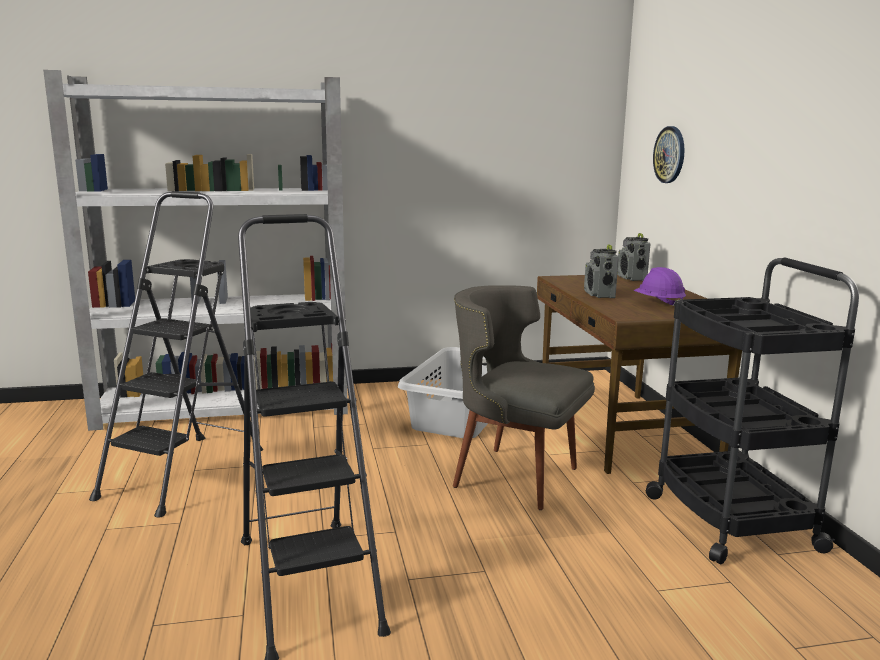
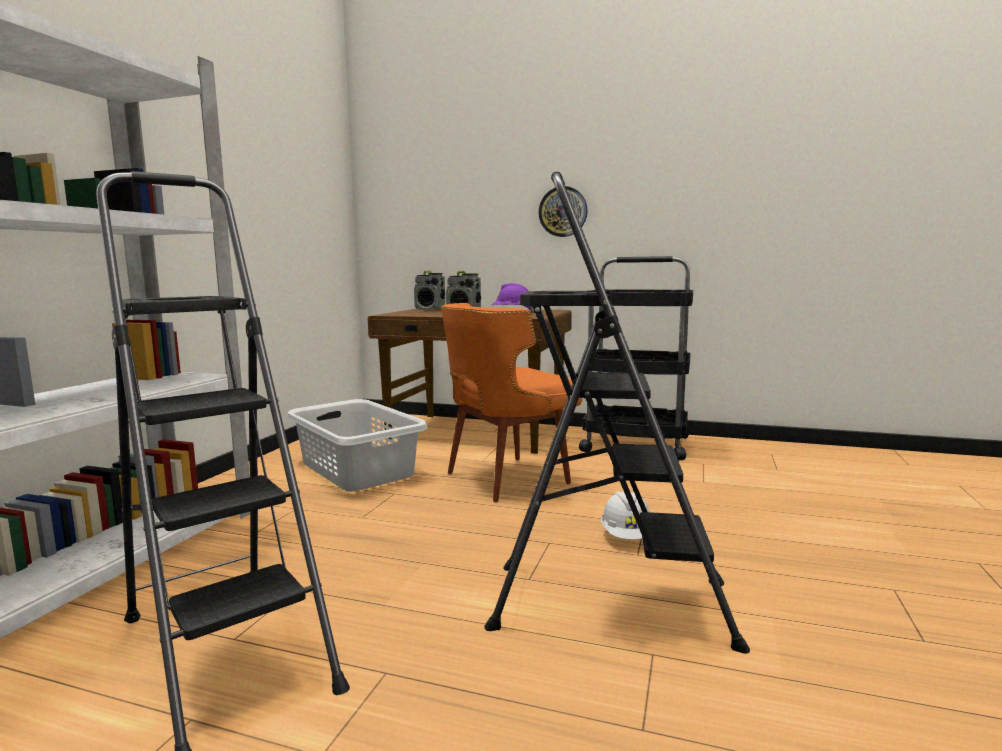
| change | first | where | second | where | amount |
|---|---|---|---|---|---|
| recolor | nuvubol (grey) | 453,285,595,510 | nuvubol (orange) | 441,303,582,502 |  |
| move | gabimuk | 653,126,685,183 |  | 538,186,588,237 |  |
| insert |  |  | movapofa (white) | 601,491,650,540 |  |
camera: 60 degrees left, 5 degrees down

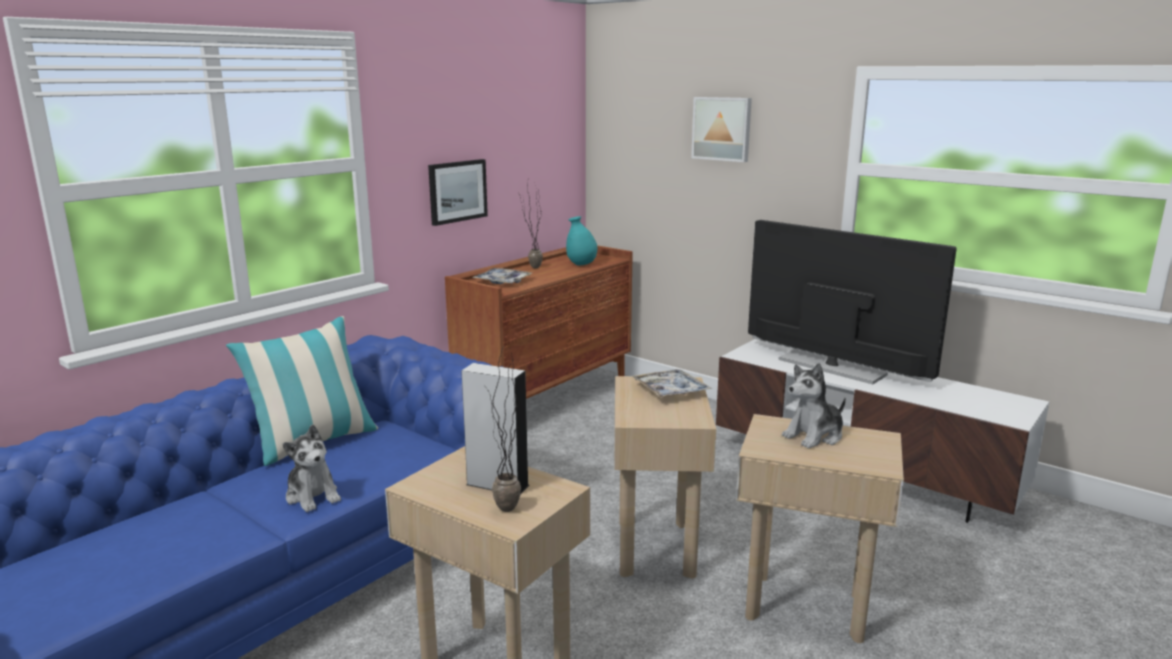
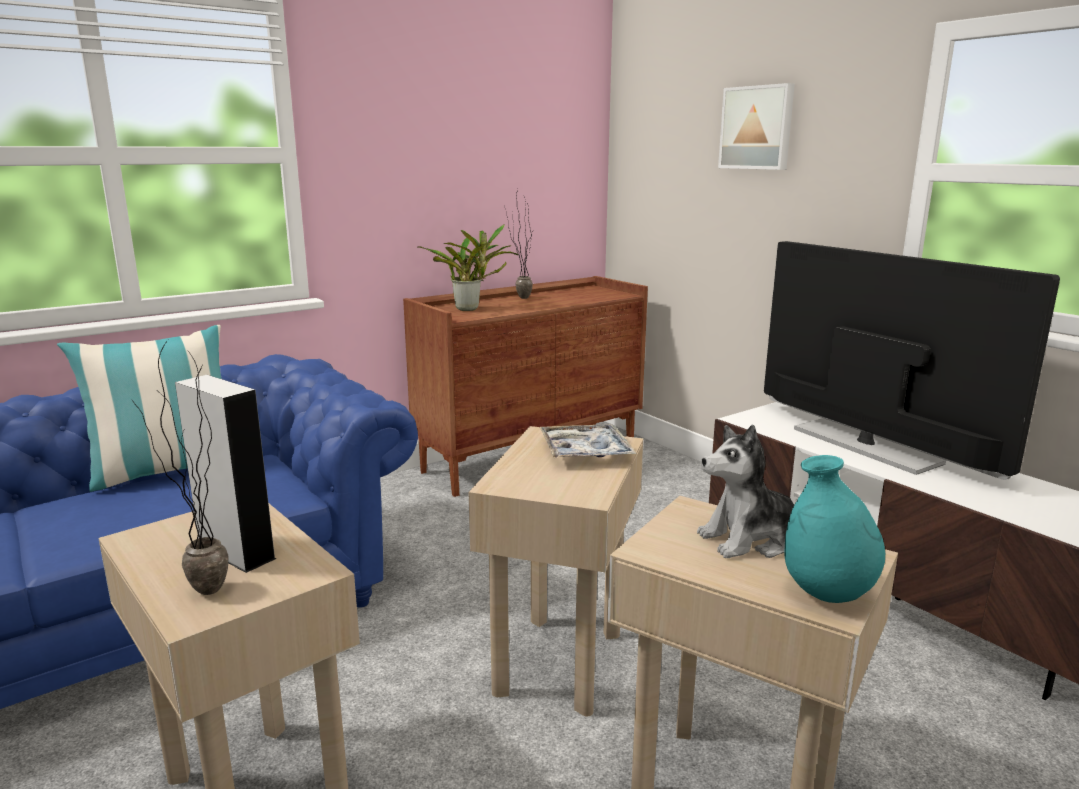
| change | first | where | second | where | amount |
|---|---|---|---|---|---|
| delete | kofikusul | 283,424,341,512 |  |  |  |
| delete | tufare | 428,159,488,226 |  |  |  |
| replace | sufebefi | 472,268,532,284 | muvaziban | 418,224,518,311 |  |
| move | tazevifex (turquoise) | 566,216,597,266 |  | 784,455,885,603 |  |
camera: 15 degrees right, 0 degrees up

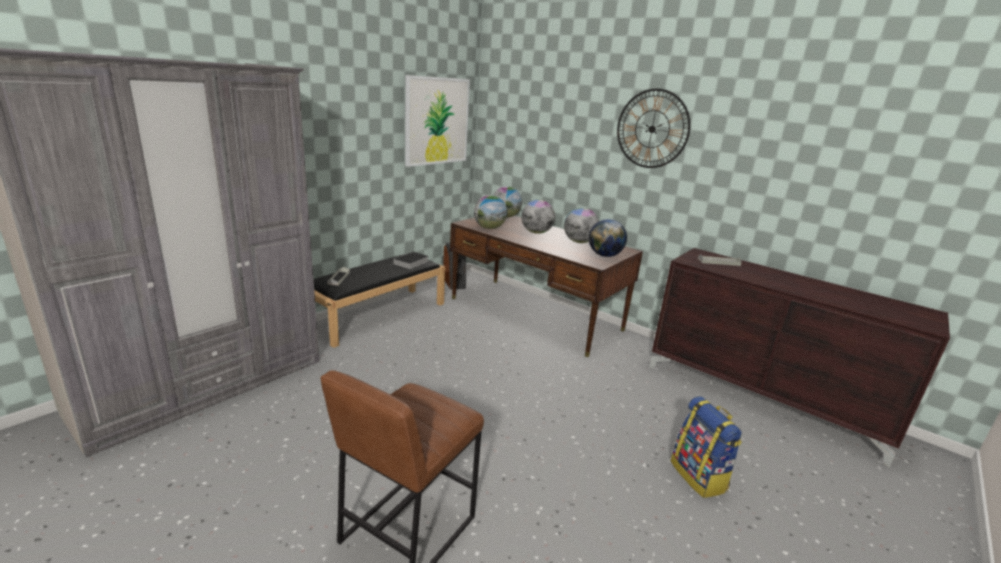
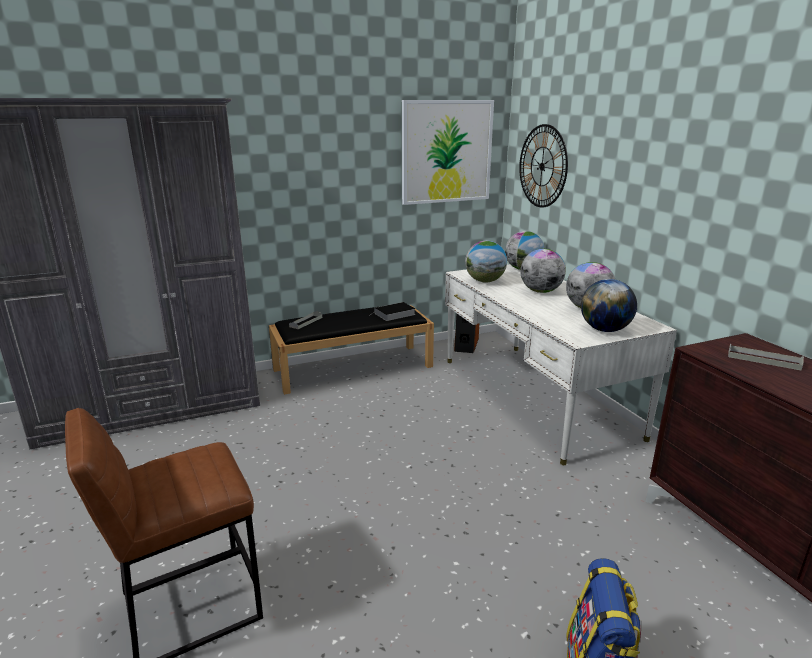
| change | first | where | second | where | amount |
|---|---|---|---|---|---|
| recolor | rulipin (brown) | 450,216,643,357 | rulipin (white) | 445,264,677,465 |  |
| move | gabimuk | 617,89,691,168 |  | 519,124,568,208 |  |
camera: 30 degrees right, 0 degrees up

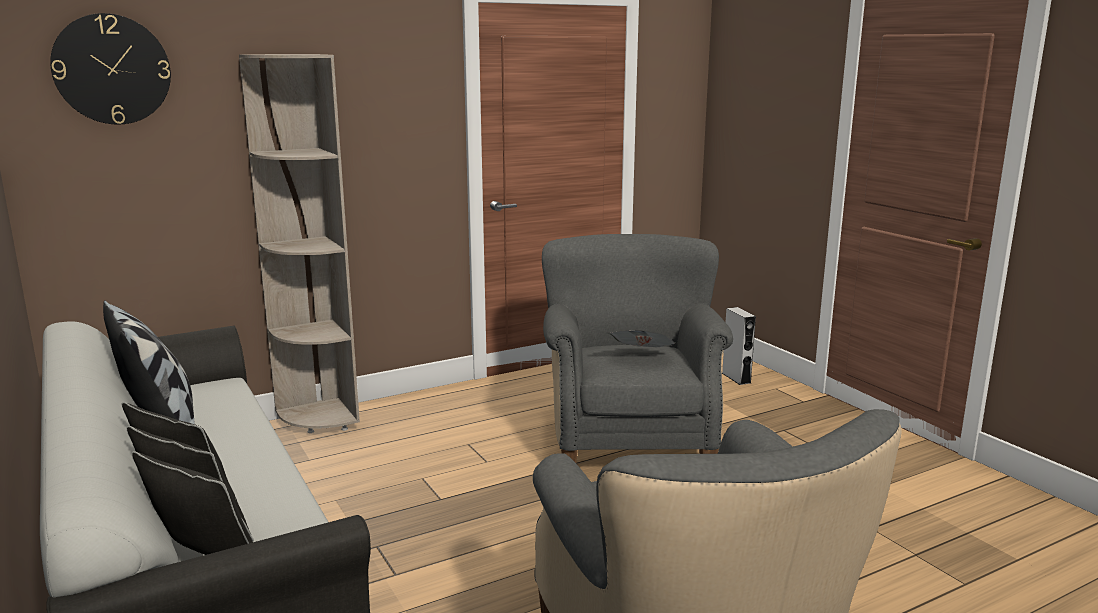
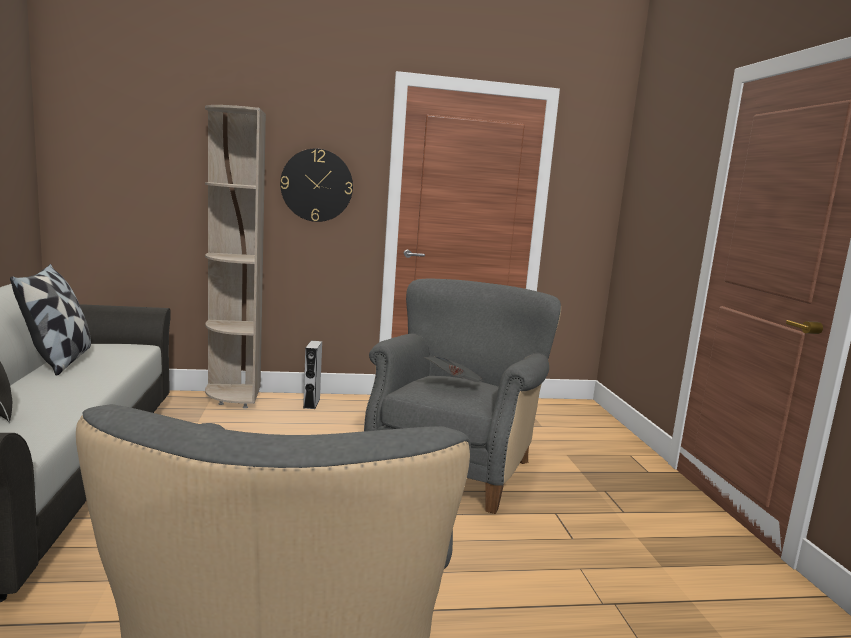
| change | first | where | second | where | amount |
|---|---|---|---|---|---|
| move | gabimuk | 50,13,171,124 |  | 280,149,353,222 |  |
| move | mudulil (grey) | 722,307,756,385 |  | 303,341,322,409 |  |
camera: 20 degrees right, 5 degrees down

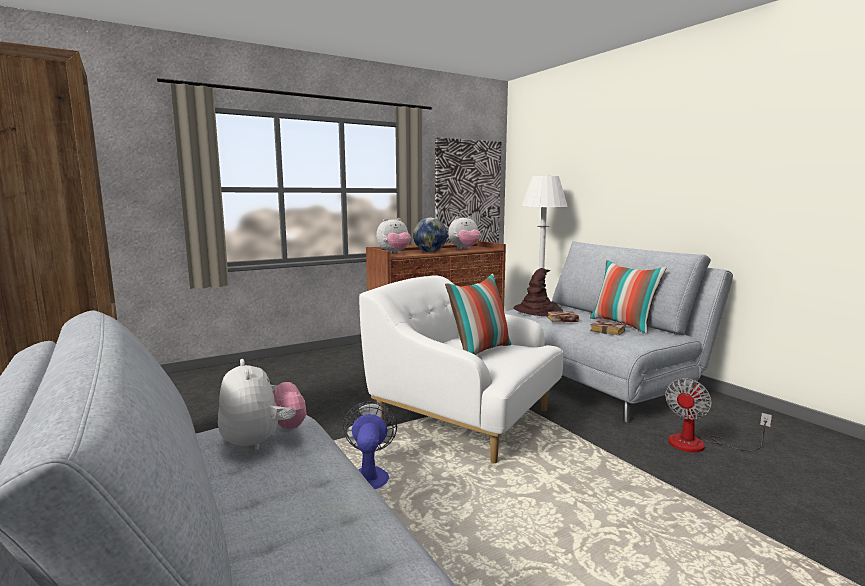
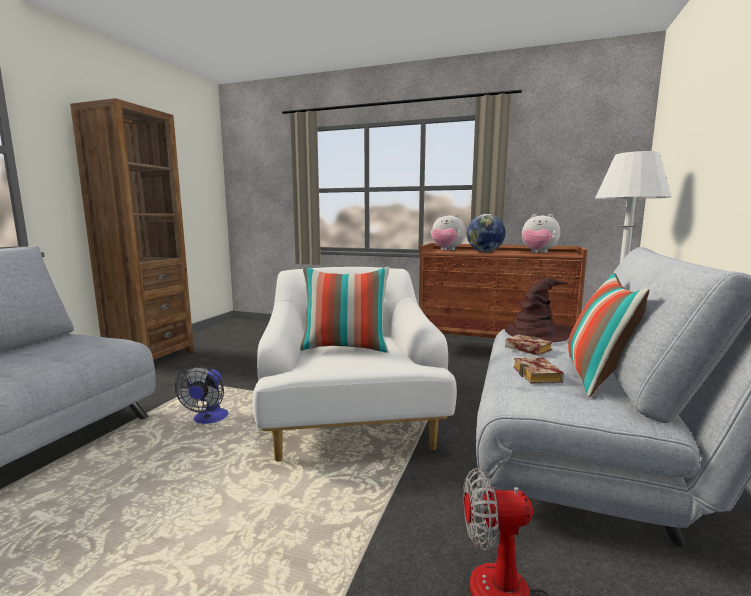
| change | first | where | second | where | amount |
|---|---|---|---|---|---|
| delete | kofikusul | 218,359,307,452 |  |  |  |
| rotate | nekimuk | 343,401,397,489 |  | 175,366,228,424 | 135 degrees clockwise |
| delete | tufare | 435,137,501,243 |  |  |  |
camera: 50 degrees right, 0 degrees up

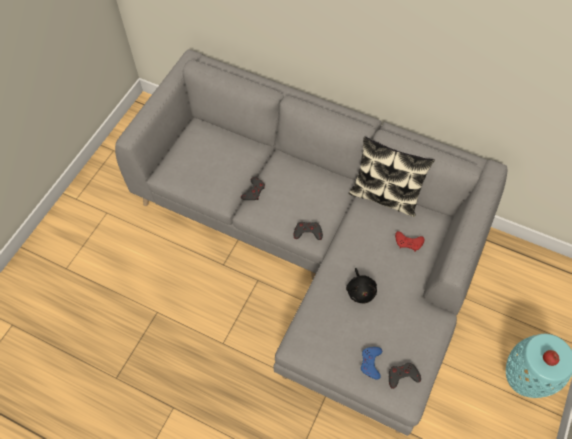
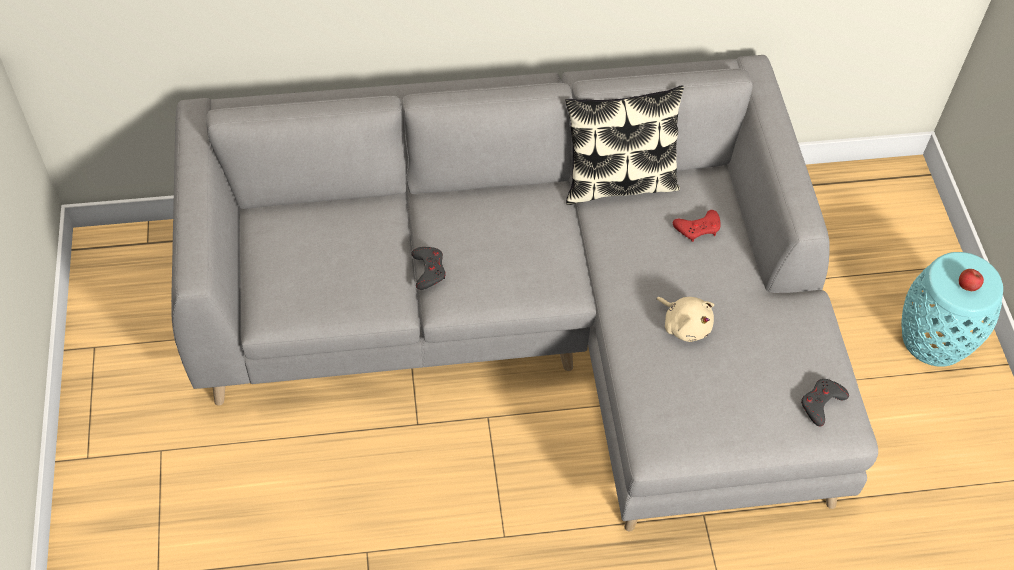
| change | first | where | second | where | amount |
|---|---|---|---|---|---|
| delete | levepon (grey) | 294,222,323,240 |  |  |  |
| recolor | kofikusul (black) | 346,268,377,304 | kofikusul (beige) | 656,297,714,342 |  |
| delete | levepon (blue) | 361,347,382,379 |  |  |  |
camera: 35 degrees left, 5 degrees down

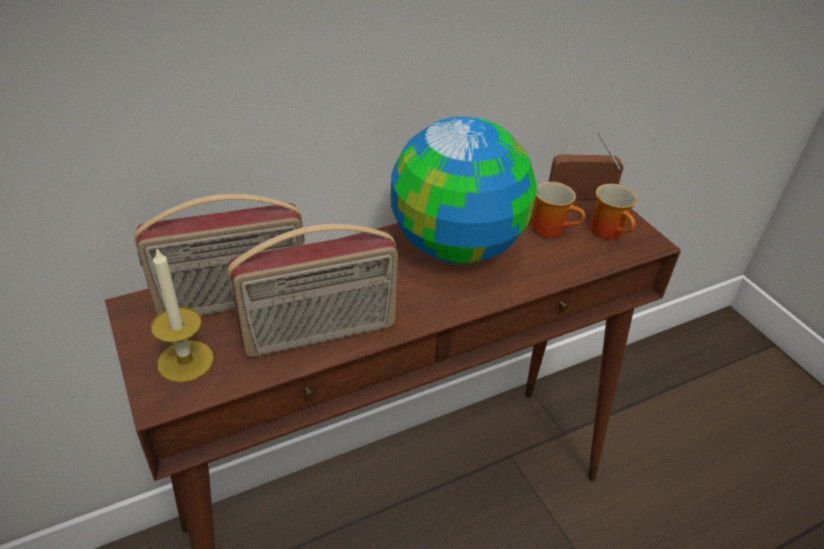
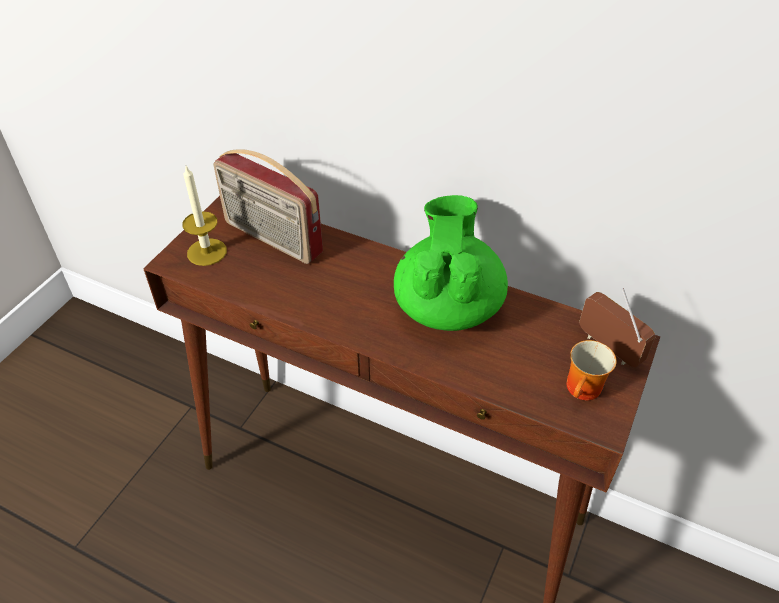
| change | first | where | second | where | amount |
|---|---|---|---|---|---|
| delete | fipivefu | 228,224,398,357 |  |  |  |
| replace | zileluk | 391,117,537,264 | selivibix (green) | 394,195,508,331 |  |
| delete | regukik | 531,182,585,238 |  |  |  |
camera: 55 degrees right, 5 degrees up

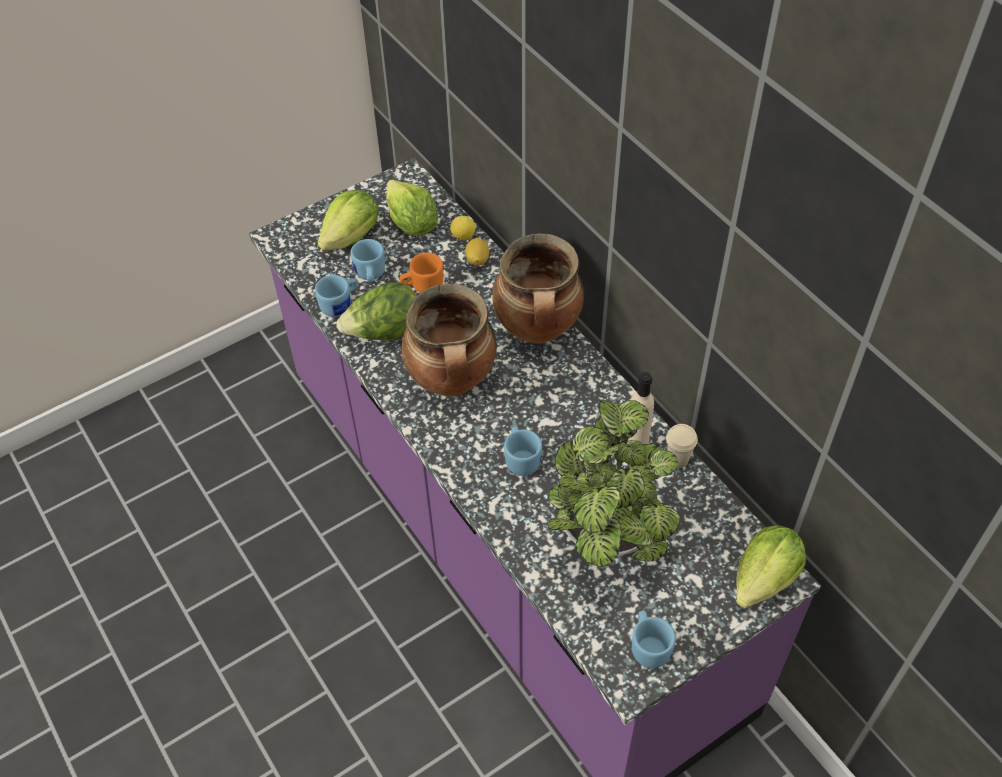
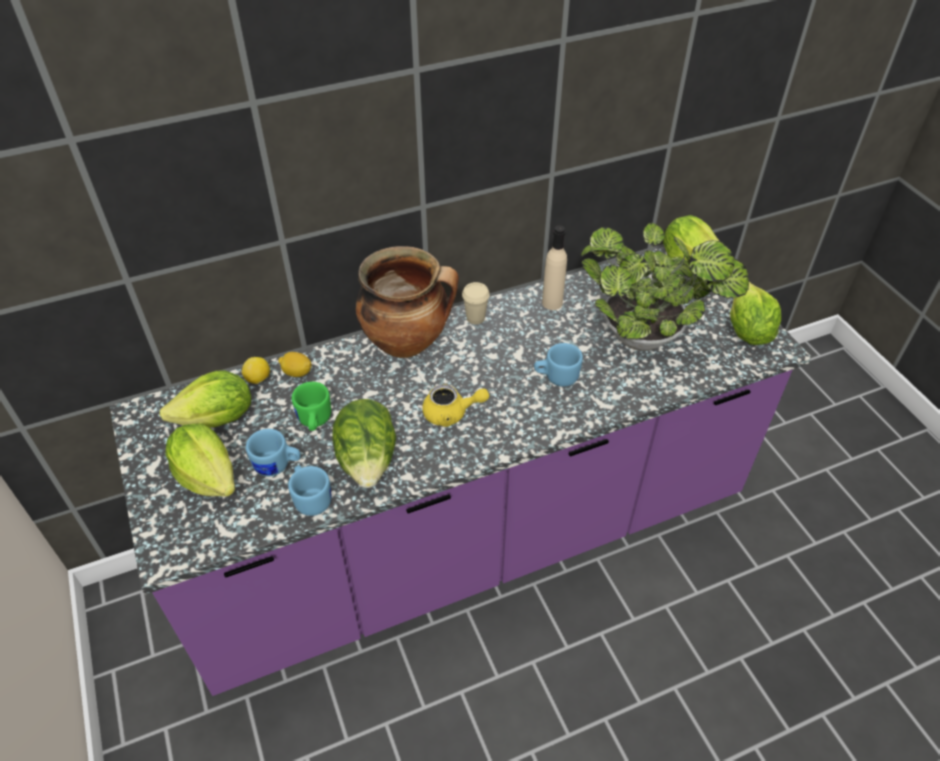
| change | first | where | second | where | amount |
|---|---|---|---|---|---|
| recolor | regukik (orange) | 399,253,443,293 | regukik (green) | 292,382,331,431 |  |
| replace | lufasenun | 402,283,497,396 | selivibix (yellow) | 422,384,489,427 |  |
| replace | regukik (blue) | 632,610,676,668 | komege | 730,282,781,345 |  |
| move | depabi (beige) | 666,424,698,468 |  | 462,282,490,324 |  |
camera: 80 degrees left, 5 degrees down

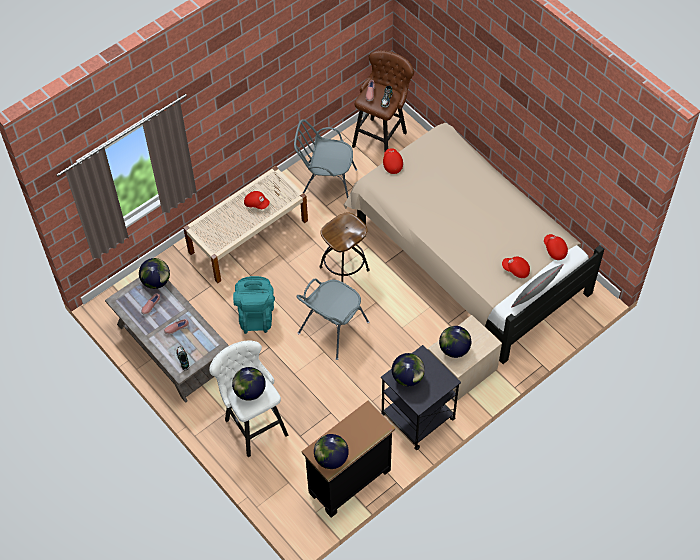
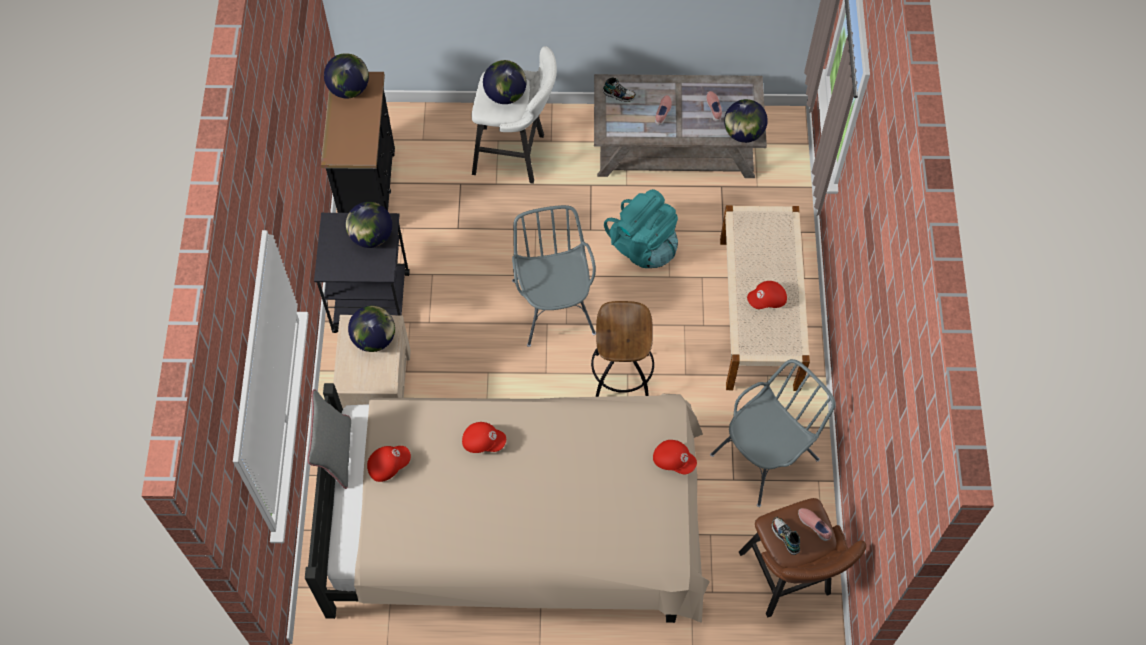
| change | first | where | second | where | amount |
|---|---|---|---|---|---|
| move | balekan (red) | 544,234,568,260 |  | 462,422,506,453 |  |
camera: 130 degrees right, 5 degrees up

